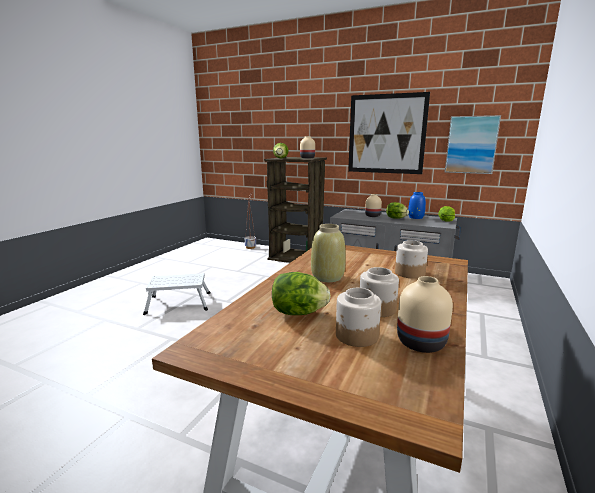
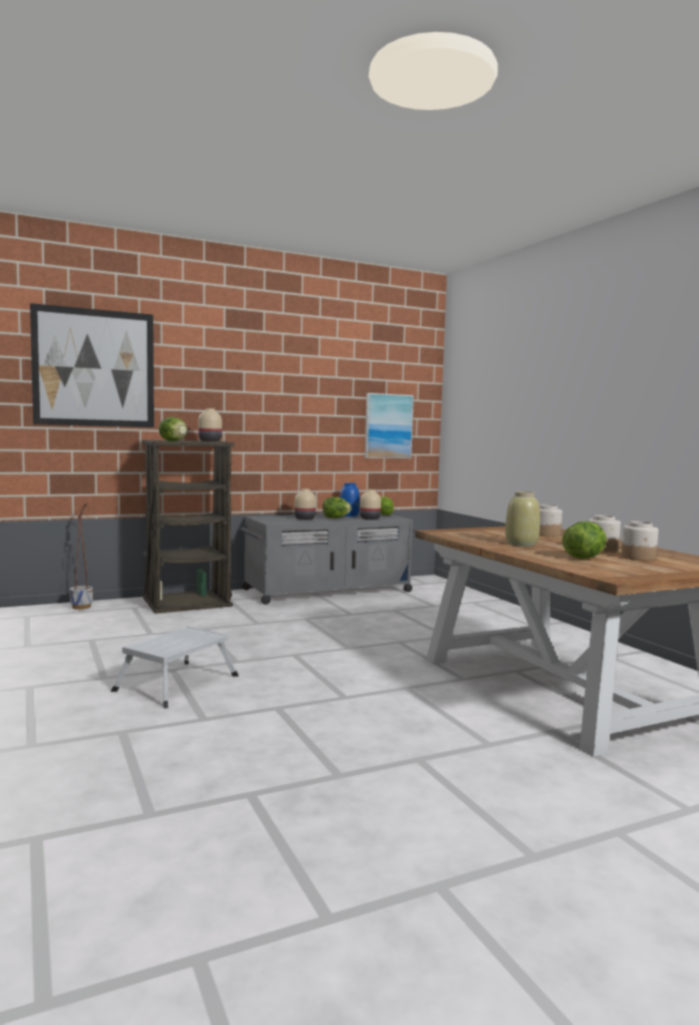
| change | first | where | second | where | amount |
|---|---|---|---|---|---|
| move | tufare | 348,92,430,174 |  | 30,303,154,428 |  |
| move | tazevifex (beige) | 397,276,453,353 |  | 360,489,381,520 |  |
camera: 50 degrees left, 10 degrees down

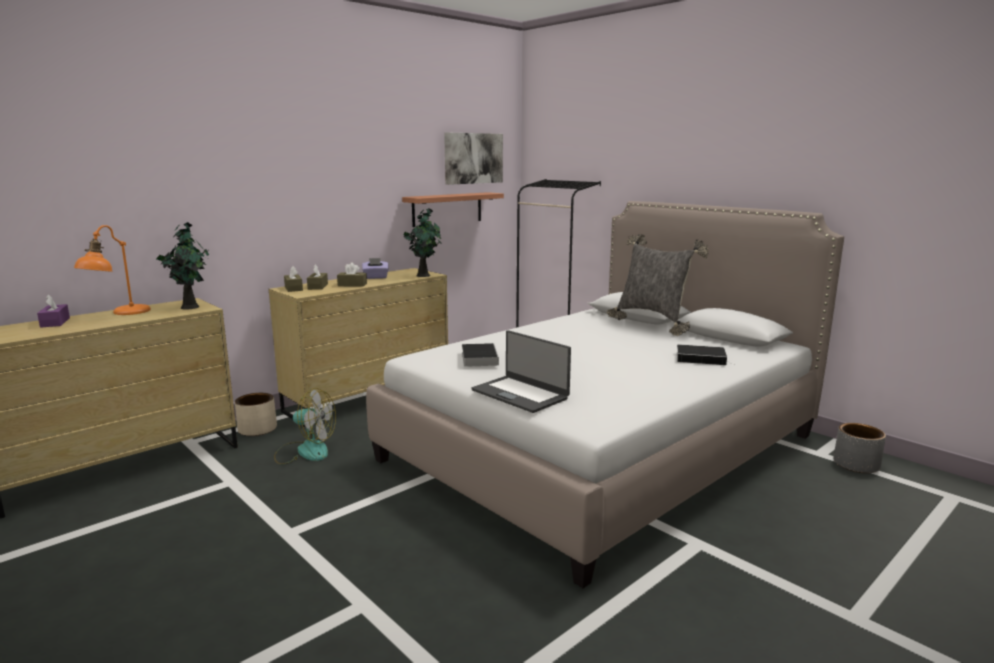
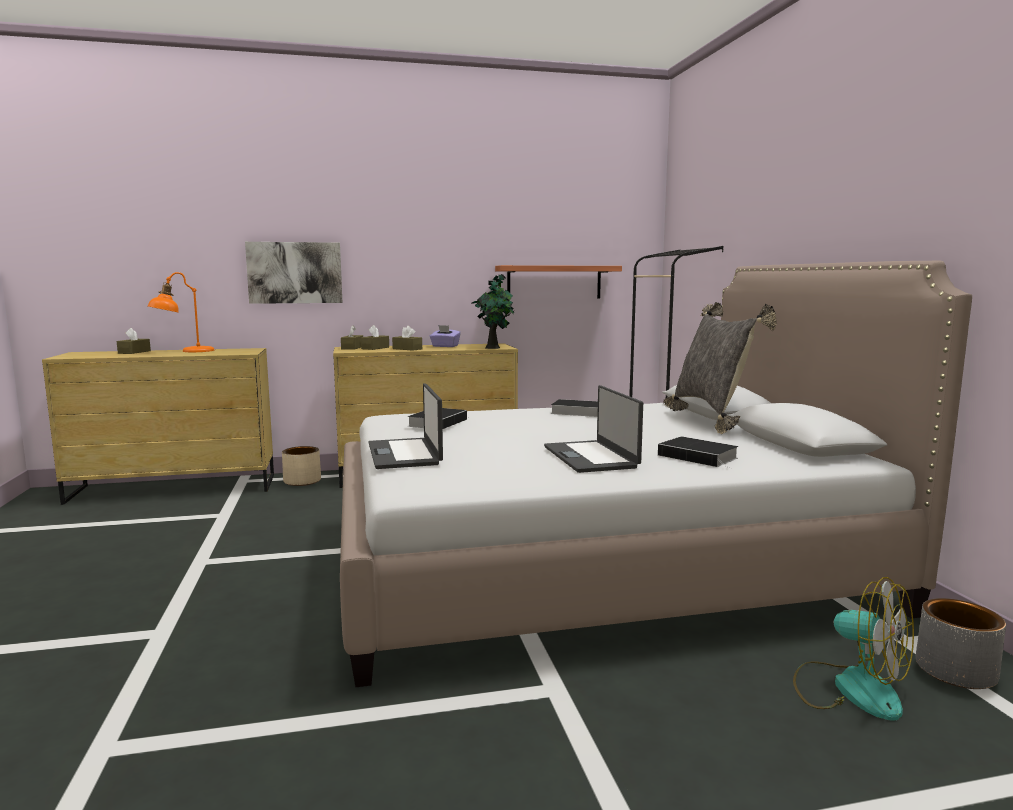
| change | first | where | second | where | amount |
|---|---|---|---|---|---|
| recolor | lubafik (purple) | 37,294,70,328 | lubafik (brown) | 117,328,151,354 |  |
| delete | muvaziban | 156,222,209,309 |  |  |  |
| move | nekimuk | 274,388,336,464 |  | 793,577,914,721 |  |
| move | tufare | 444,132,503,185 |  | 245,242,342,304 |  |
| insert |  |  | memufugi | 544,385,643,473 |  |
| insert |  |  | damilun | 551,399,598,417 |  |
camera: 30 degrees right, 5 degrees down

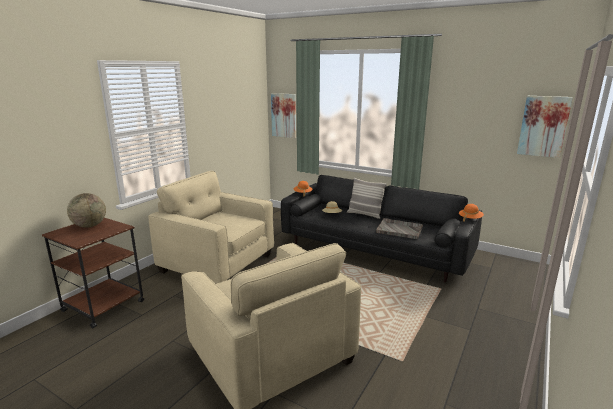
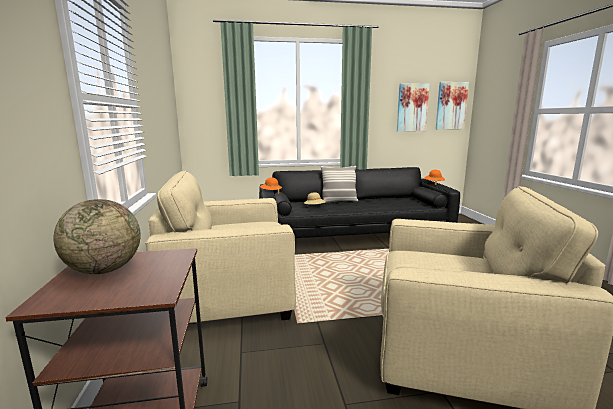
| change | first | where | second | where | amount |
|---|---|---|---|---|---|
| move | tufare | 271,93,296,138 |  | 397,83,429,132 |  |
| delete | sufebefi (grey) | 376,218,423,239 |  |  |  |
camera: 40 degrees left, 5 degrees down

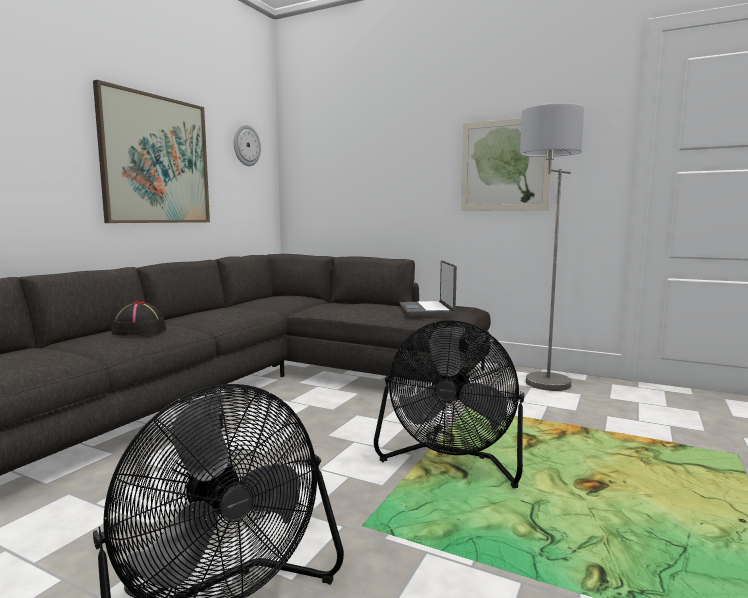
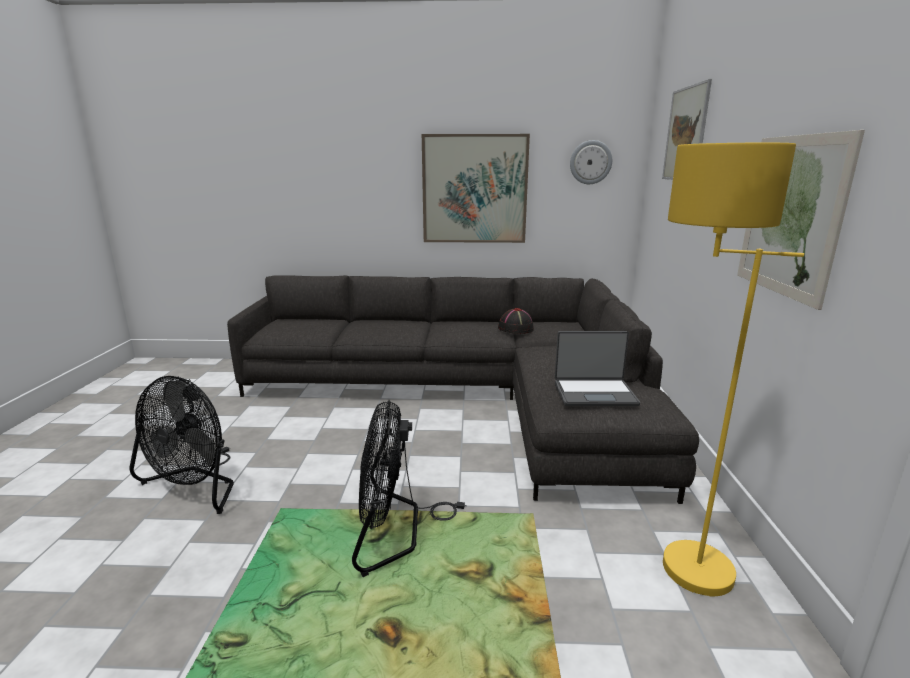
| change | first | where | second | where | amount |
|---|---|---|---|---|---|
| move | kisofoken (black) | 111,301,167,336 |  | 498,308,534,334 |  |
| rotate | memufugi | 400,261,457,316 |  | 555,331,640,406 | 150 degrees counterclockwise |
| recolor | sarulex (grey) | 520,103,584,391 | sarulex (yellow) | 663,143,804,596 |  |
| insert |  |  | tufare | 662,79,712,180 |  |
camera: 65 degrees right, 10 degrees up

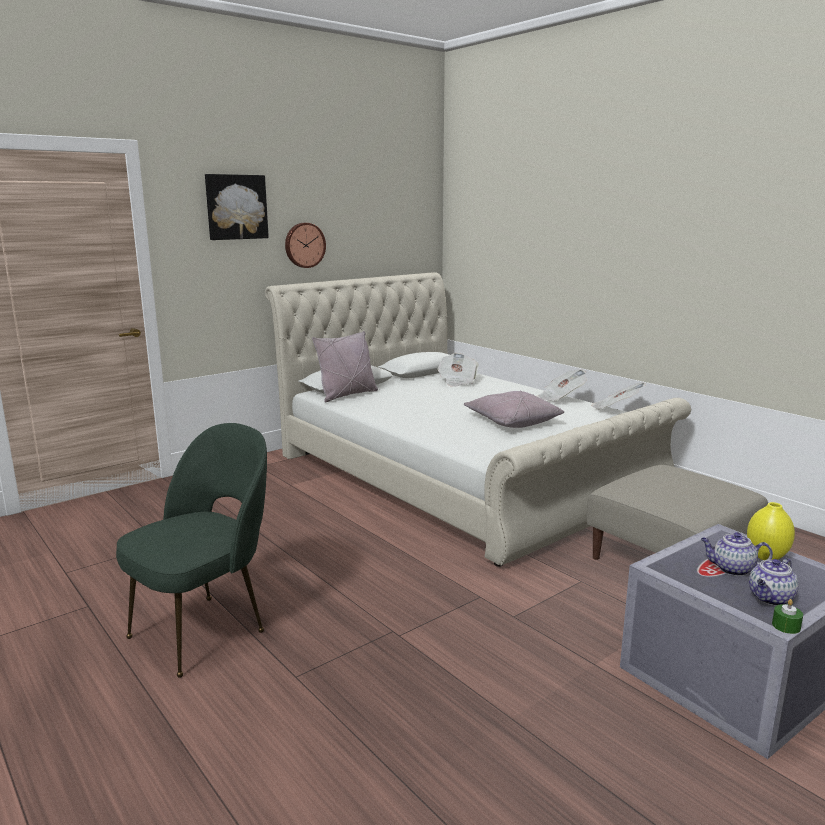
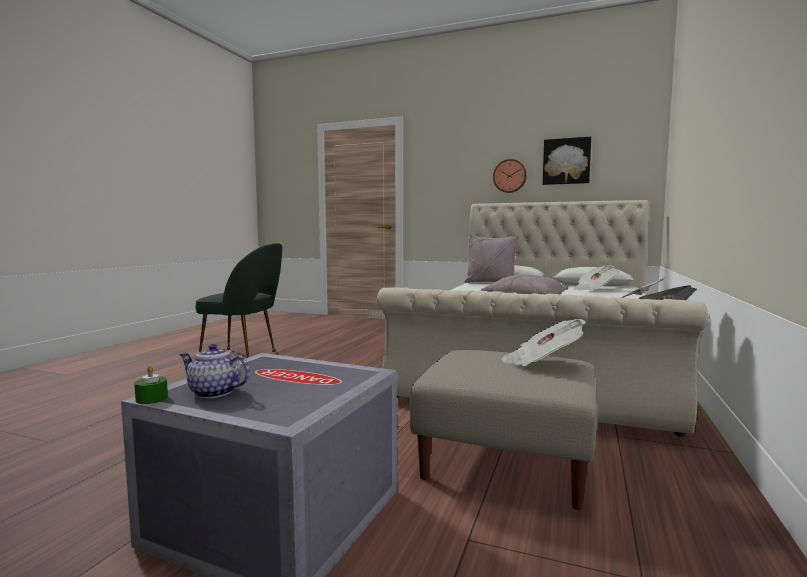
| change | first | where | second | where | amount |
|---|---|---|---|---|---|
| move | tufare | 205,174,269,240 |  | 543,137,591,185 |  |
| delete | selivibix | 701,532,773,576 |  |  |  |
| delete | tazevifex (yellow) | 747,502,795,560 |  |  |  |
| insert |  |  | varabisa | 501,319,586,367 |  |
camera: 60 degrees right, 10 degrees down

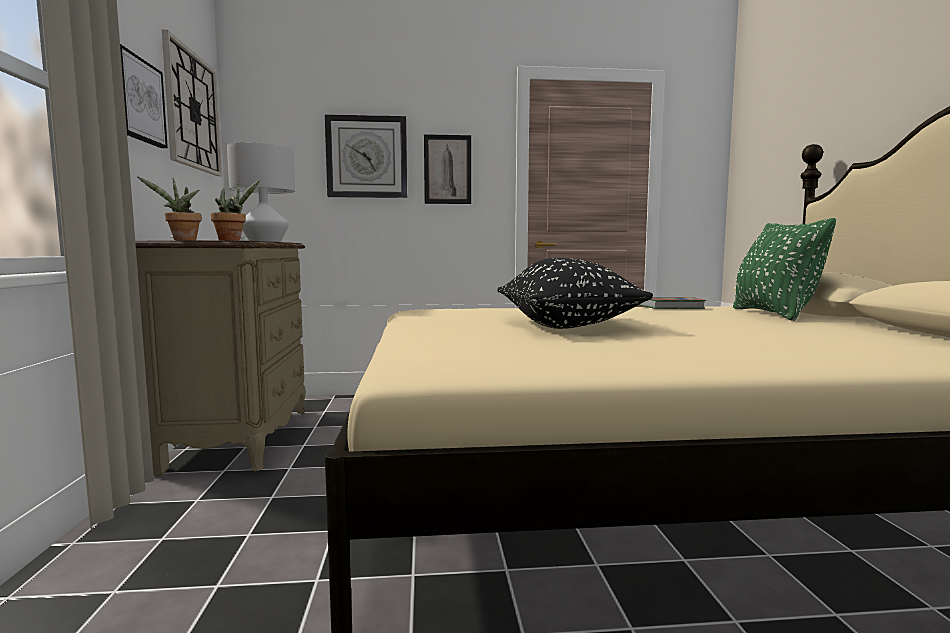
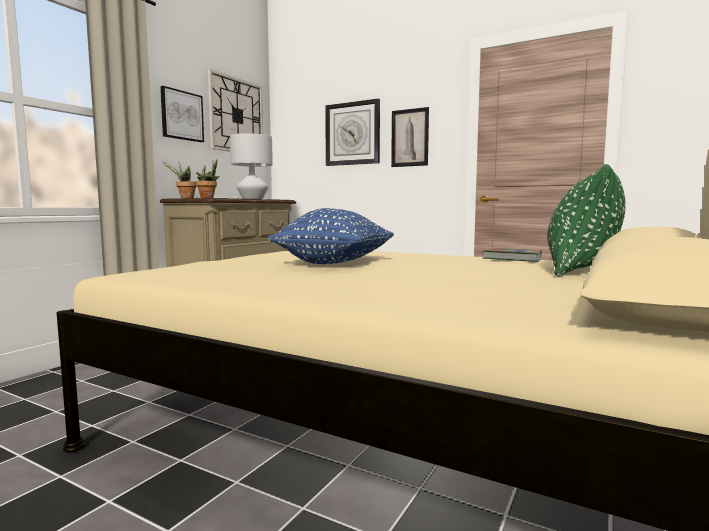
| change | first | where | second | where | amount |
|---|---|---|---|---|---|
| recolor | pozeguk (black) | 497,258,653,329 | pozeguk (blue) | 268,208,394,264 |  |
camera: 35 degrees right, 0 degrees up

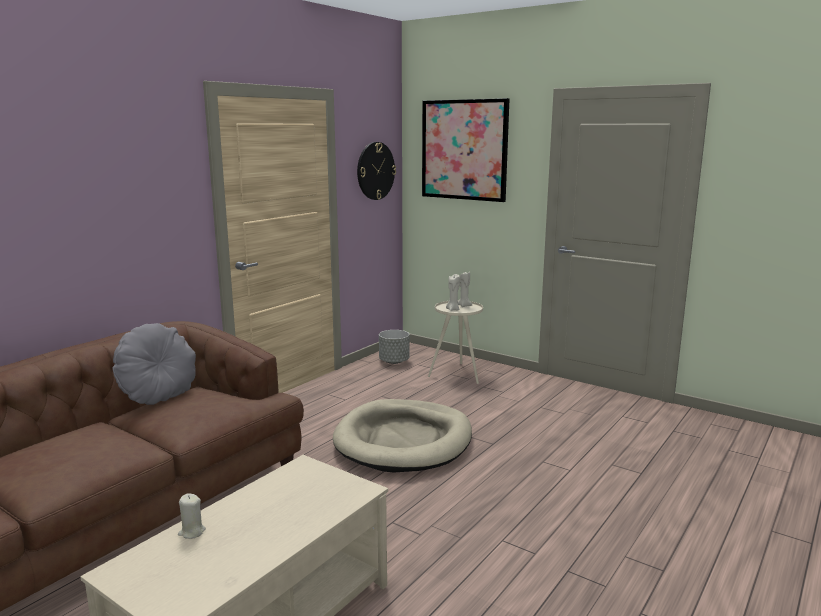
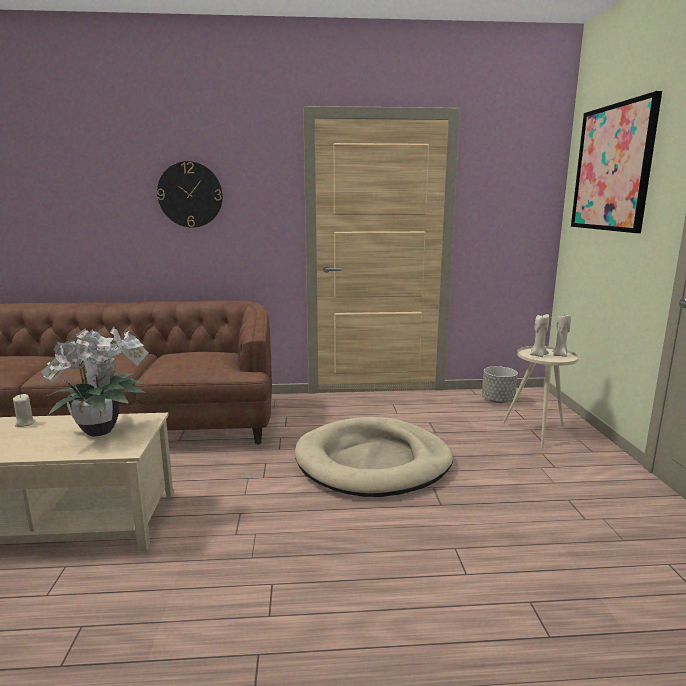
| change | first | where | second | where | amount |
|---|---|---|---|---|---|
| delete | pozeguk (grey) | 112,323,196,405 |  |  |  |
| move | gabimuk | 357,142,396,200 |  | 157,161,223,228 |  |
| insert |  |  | muvaziban | 41,326,149,436 |  |
camera: 50 degrees right, 0 degrees up

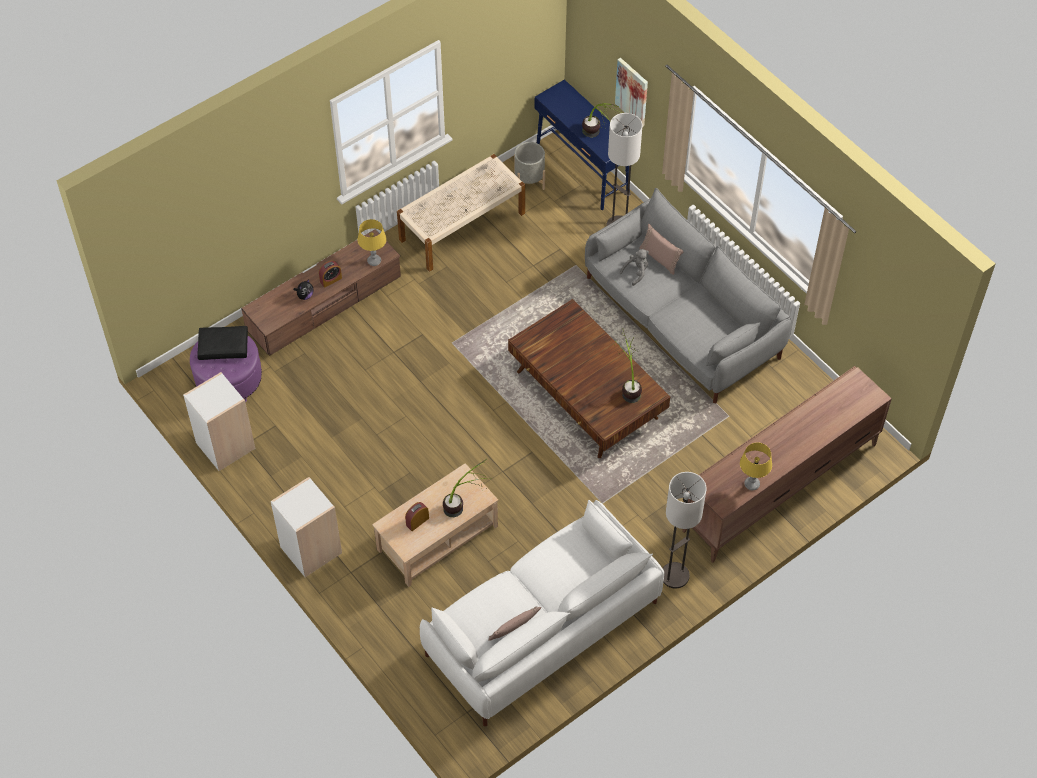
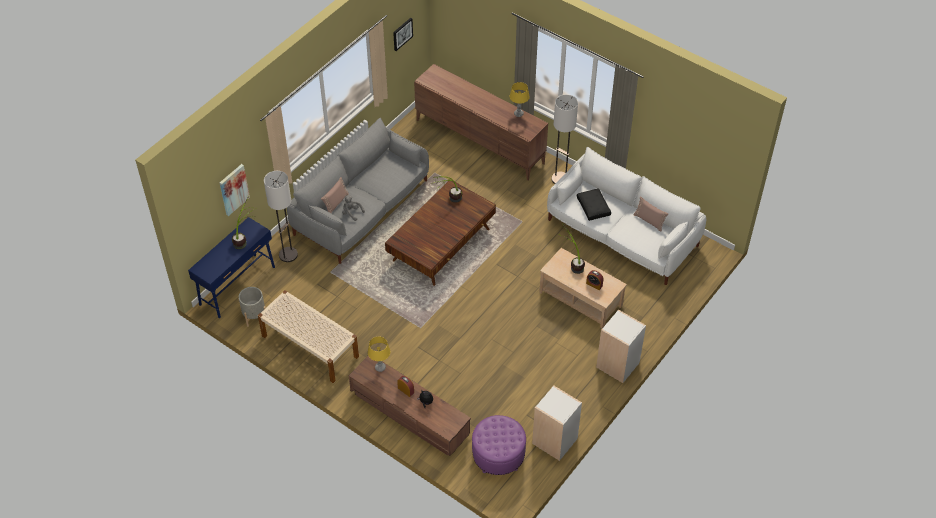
| change | first | where | second | where | amount |
|---|---|---|---|---|---|
| move | pozeguk (black) | 197,326,248,360 |  | 577,188,611,221 |  |
| insert |  |  | tufare | 393,18,413,51 |  |
camera: 105 degrees left, 5 degrees down

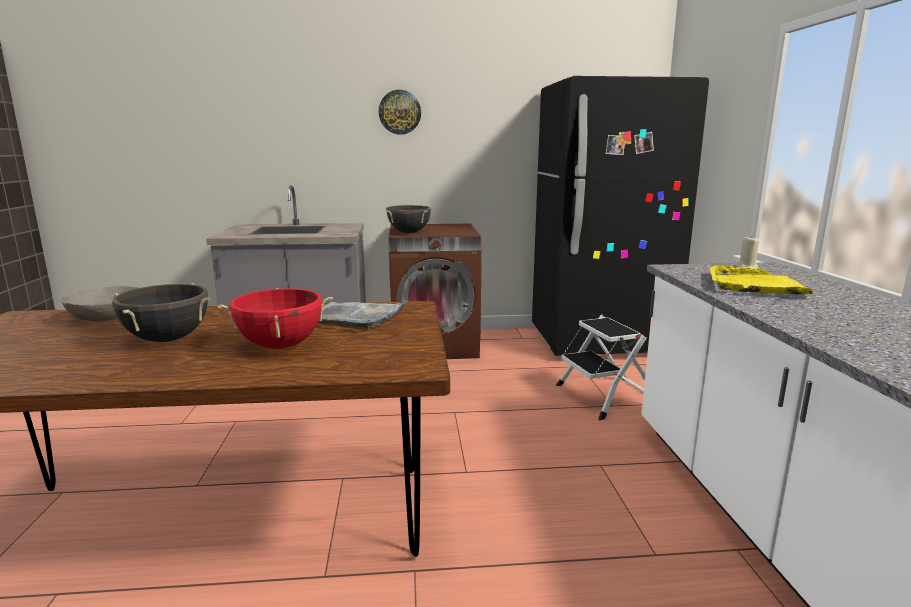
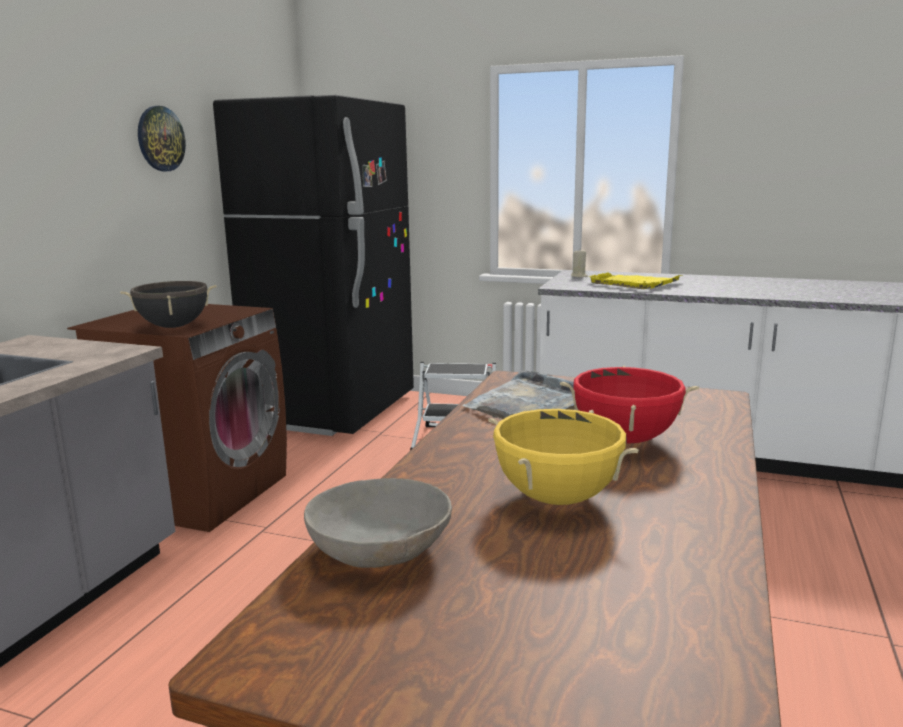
| change | first | where | second | where | amount |
|---|---|---|---|---|---|
| recolor | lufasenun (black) | 112,283,211,342 | lufasenun (yellow) | 488,409,639,505 |  |
| move | gabimuk | 379,90,421,135 |  | 138,106,186,171 |  |
camera: 65 degrees left, 0 degrees up

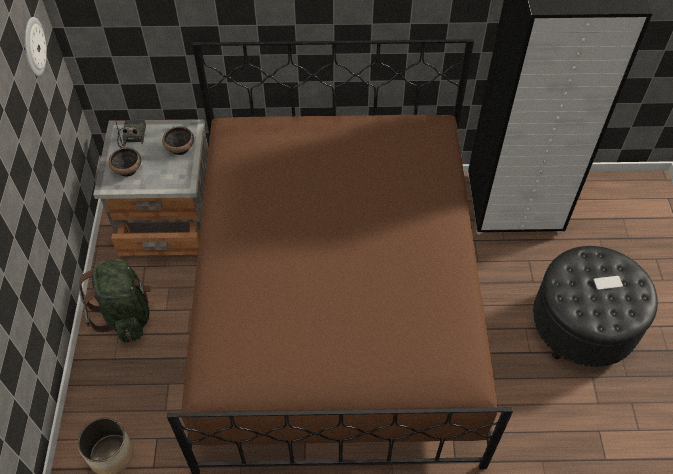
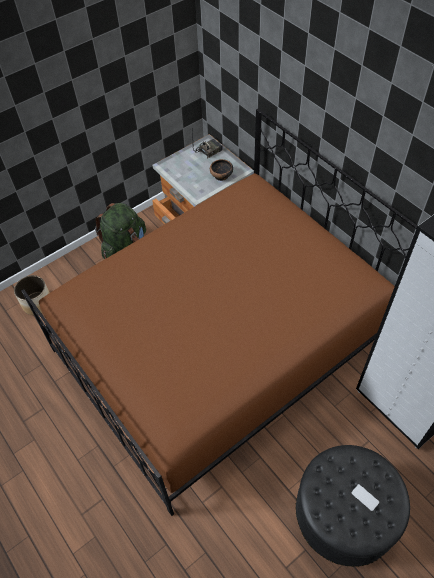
| change | first | where | second | where | amount |
|---|---|---|---|---|---|
| delete | gabimuk | 25,17,47,76 |  |  |  |
| delete | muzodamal | 109,148,141,177 |  |  |  |
camera: 55 degrees right, 0 degrees up

